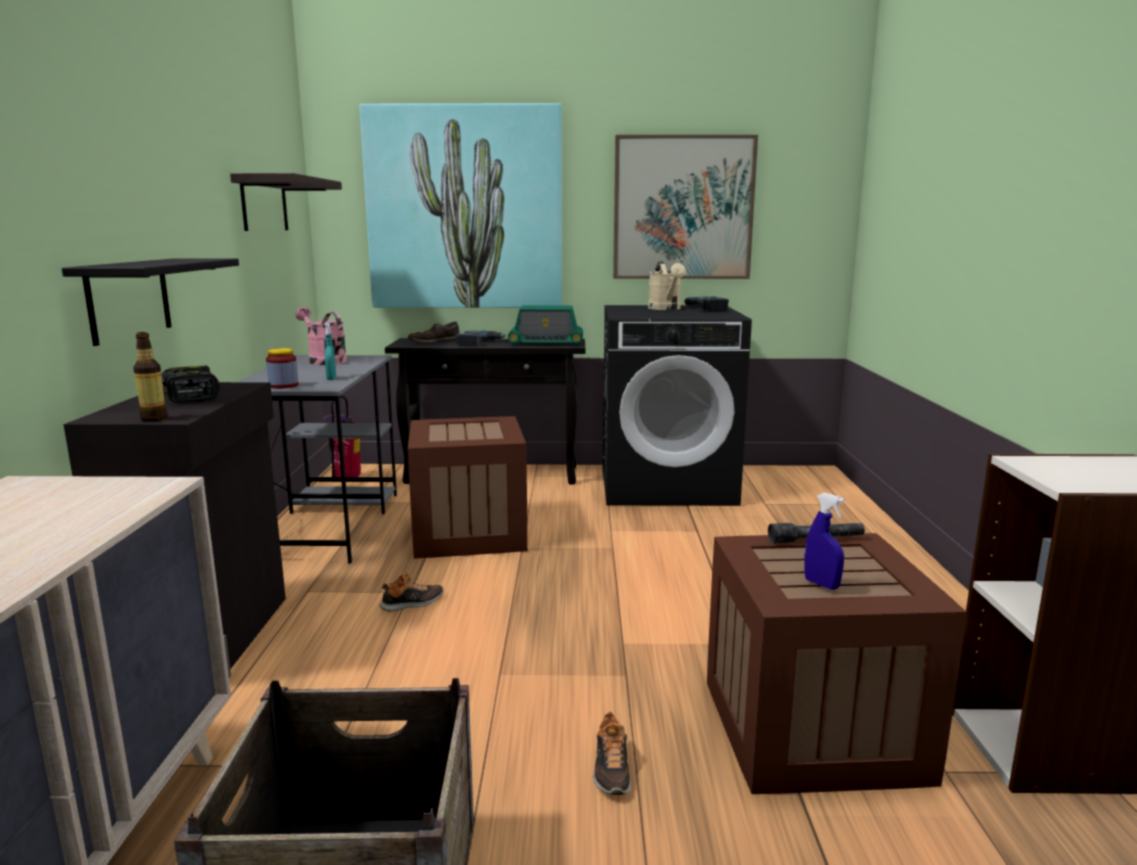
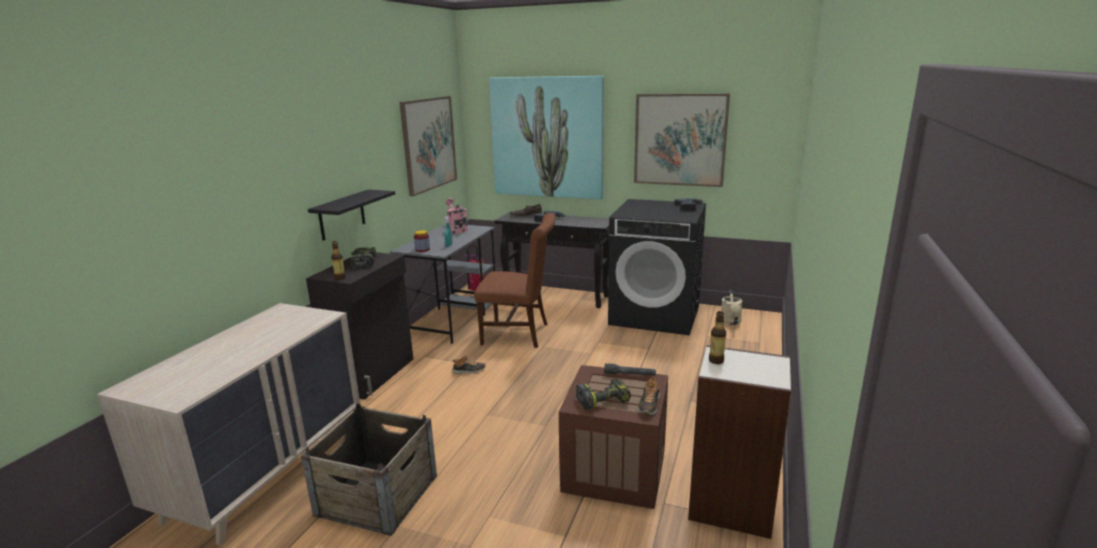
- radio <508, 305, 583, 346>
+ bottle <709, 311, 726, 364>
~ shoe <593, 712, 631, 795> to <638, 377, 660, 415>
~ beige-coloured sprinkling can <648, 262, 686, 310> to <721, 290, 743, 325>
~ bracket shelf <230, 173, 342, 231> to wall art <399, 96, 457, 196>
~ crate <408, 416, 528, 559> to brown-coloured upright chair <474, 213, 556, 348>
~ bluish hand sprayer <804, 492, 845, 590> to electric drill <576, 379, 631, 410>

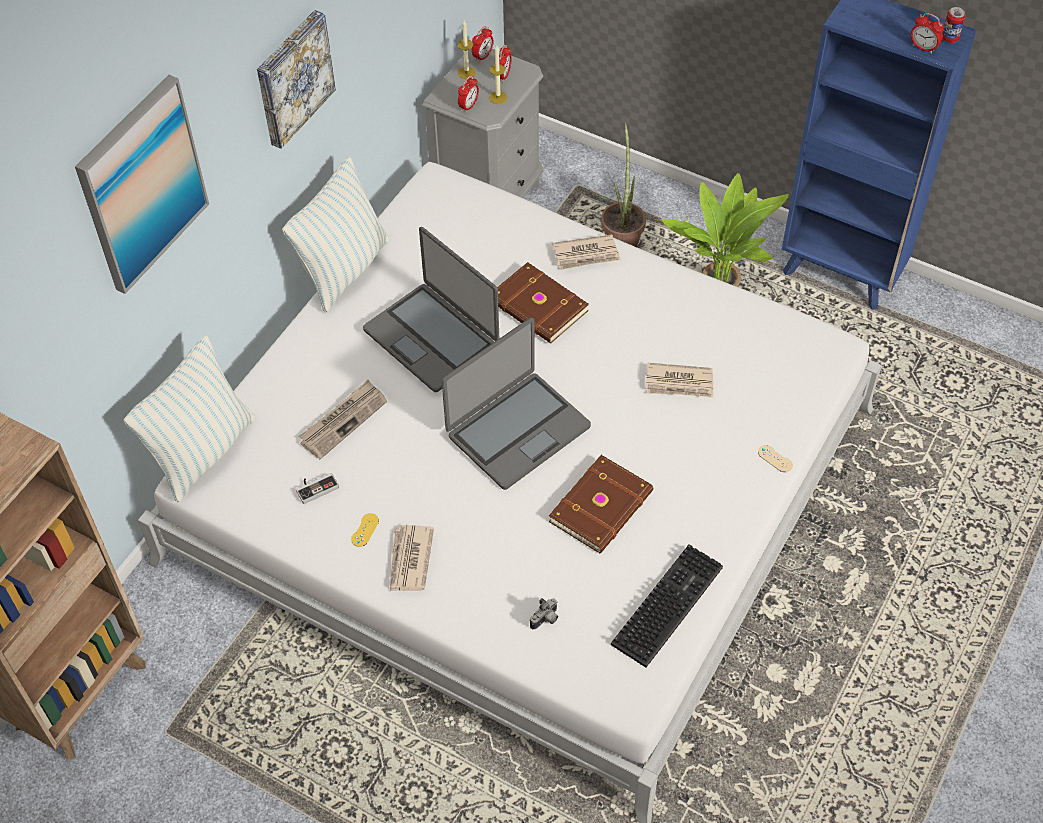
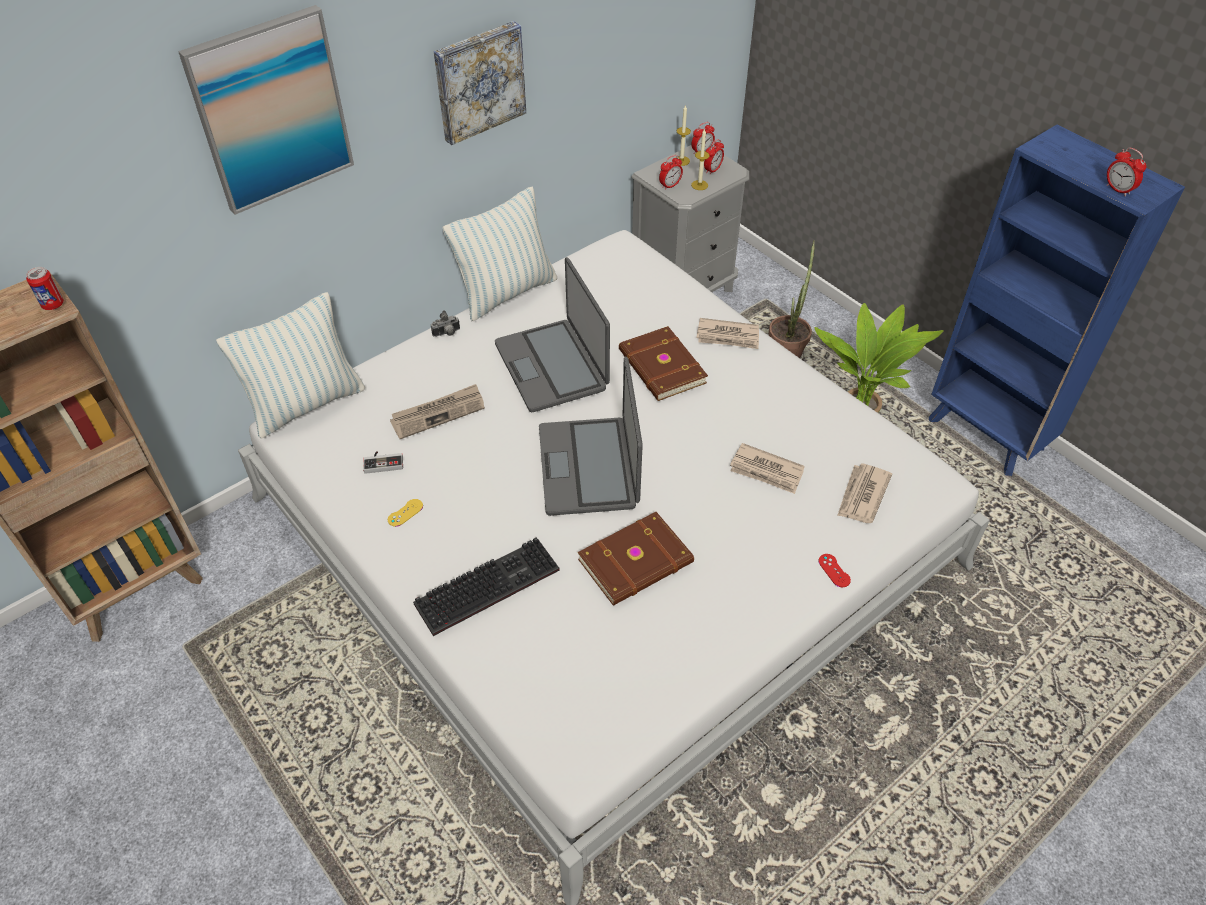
~ newspaper <389, 525, 434, 592> to <837, 463, 892, 523>
~ photo camera <530, 598, 558, 630> to <431, 310, 460, 337>
~ PC keyboard <611, 544, 723, 667> to <413, 537, 560, 636>
~ metal can <942, 7, 965, 43> to <26, 267, 64, 310>
~ beige-coloured game controller <758, 445, 793, 472> to red game controller <818, 554, 851, 587>
~ laptop <442, 317, 591, 490> = <539, 357, 643, 516> 105 degrees clockwise

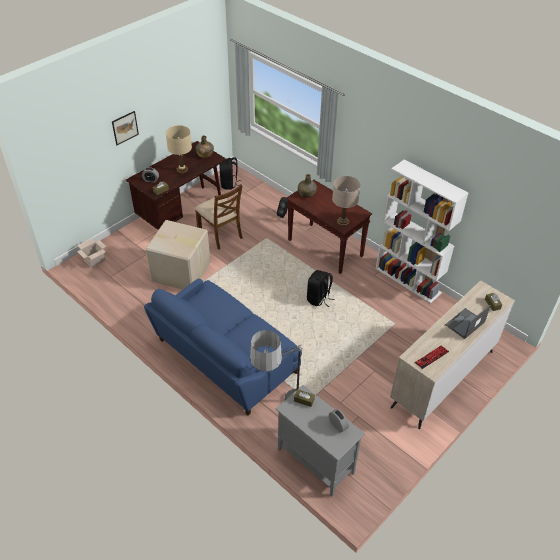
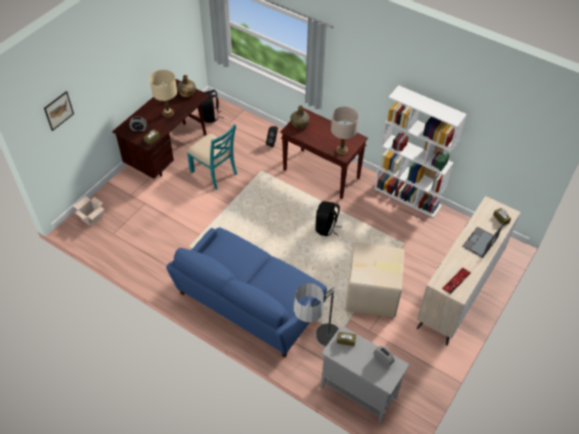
~ wall art <112, 111, 139, 145> to <44, 91, 74, 131>
~ carton <145, 220, 210, 290> to <345, 242, 405, 318>
~ brown-coloured upright chair <195, 184, 243, 250> to blue-green upright chair <187, 124, 237, 190>

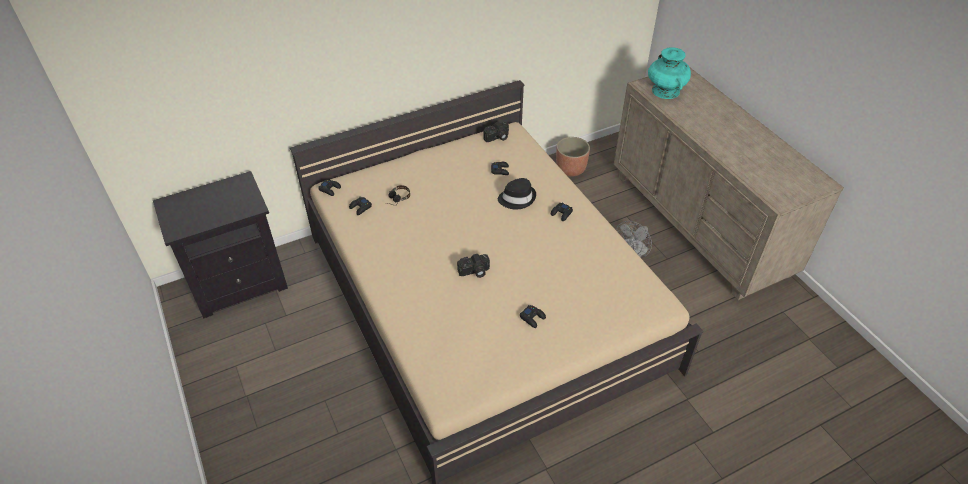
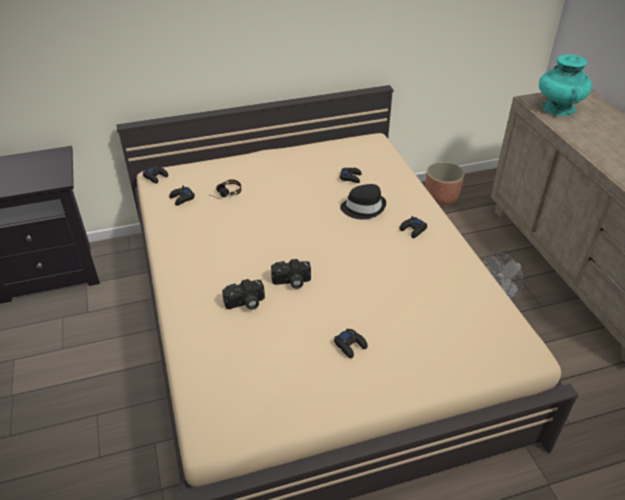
~ photo camera <483, 122, 509, 142> to <222, 279, 265, 310>

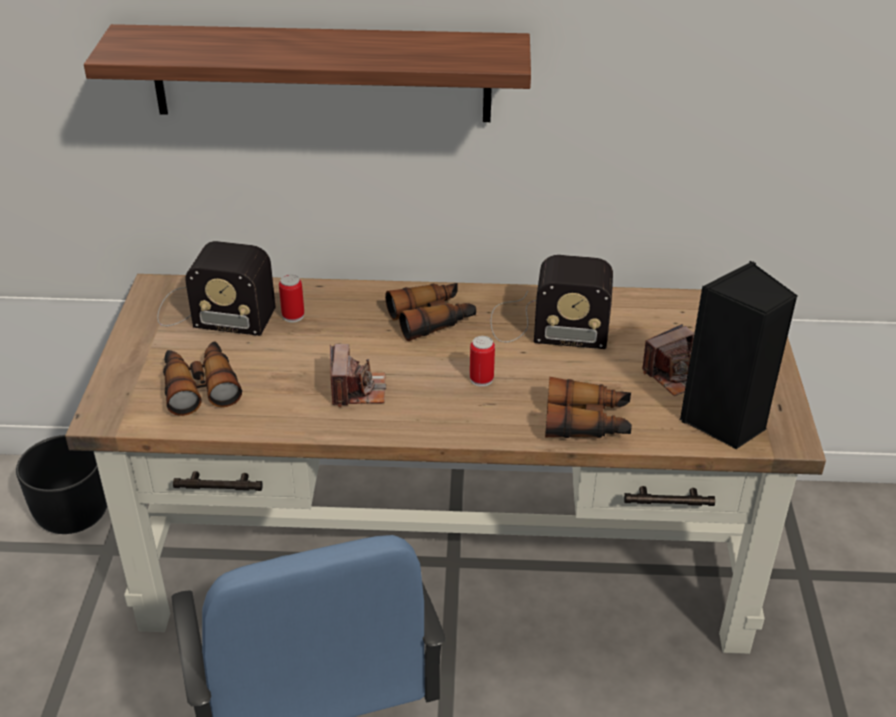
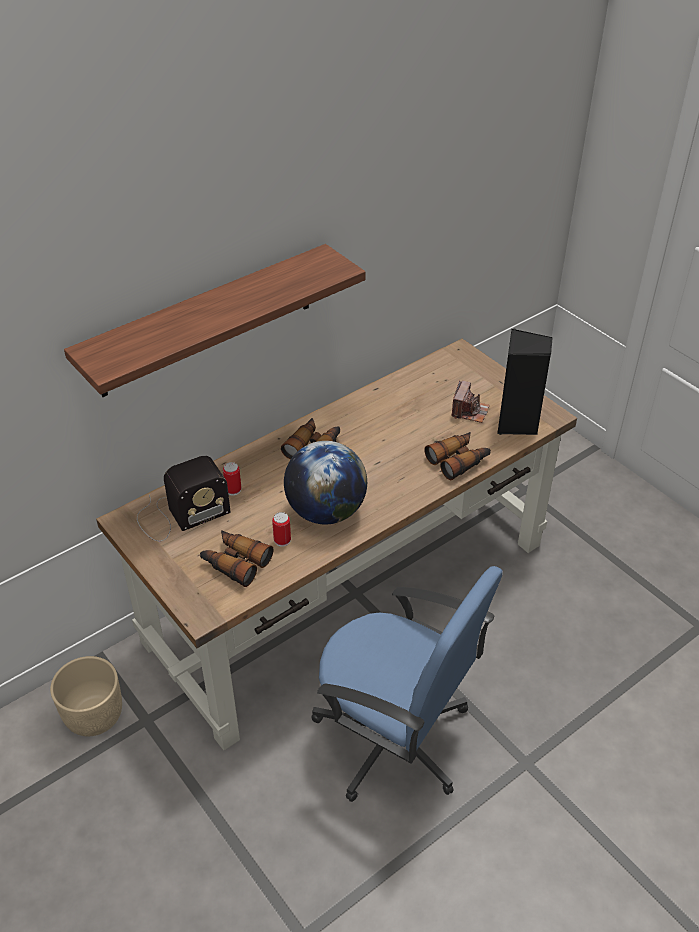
- radio <491, 255, 613, 349>
~ metal can <470, 336, 495, 387> to <272, 512, 291, 547>
~ photo camera <330, 344, 386, 407> to globe <284, 441, 367, 525>
~ blackish plant pot <16, 435, 107, 534> to beige-coloured plant pot <50, 656, 122, 737>

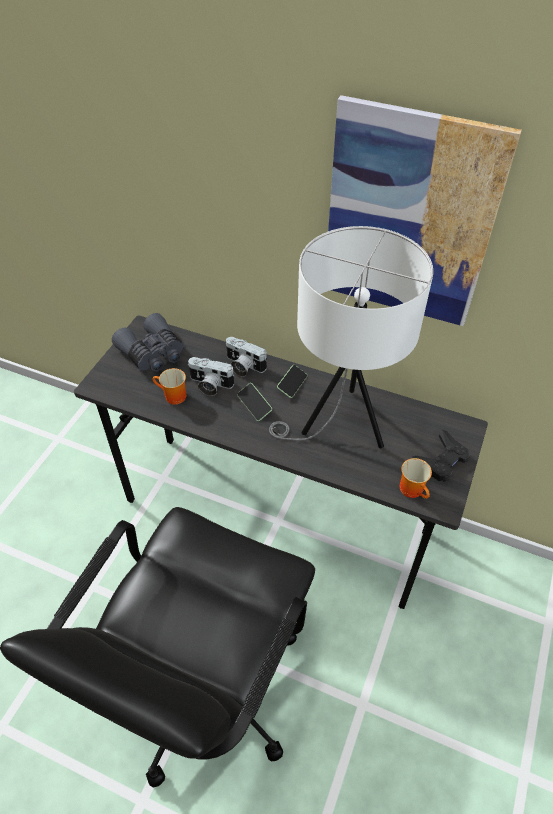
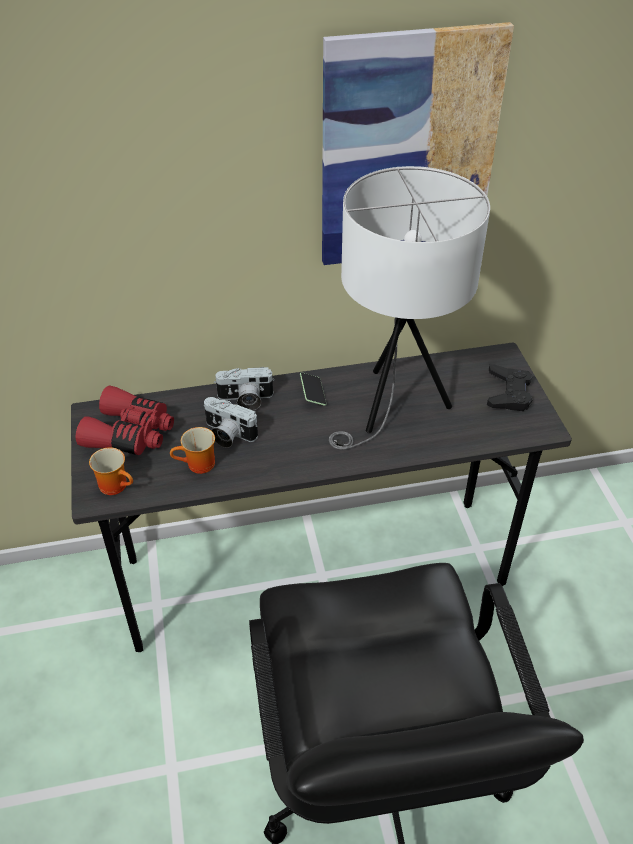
- phone <237, 383, 272, 421>
~ coffee mug <400, 458, 432, 499> to <89, 447, 133, 495>
~ grey field glasses <112, 313, 184, 372> to red field glasses <75, 386, 174, 455>
~ photo camera <188, 357, 235, 396> = <204, 397, 258, 448> 45 degrees clockwise

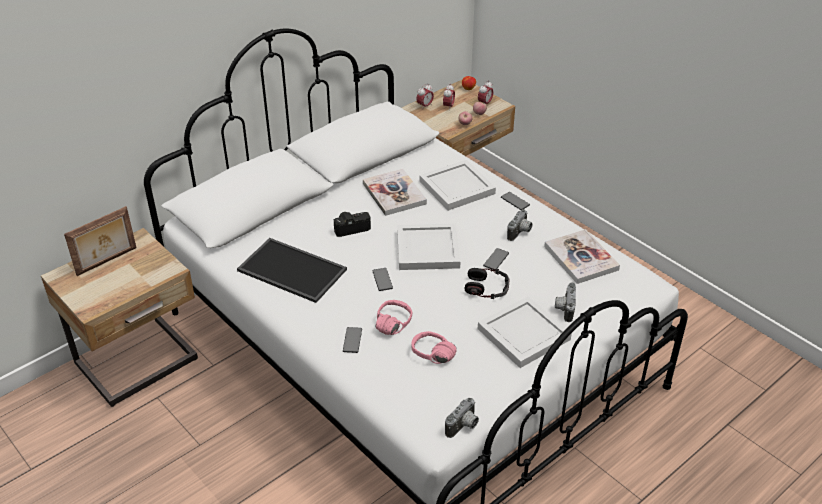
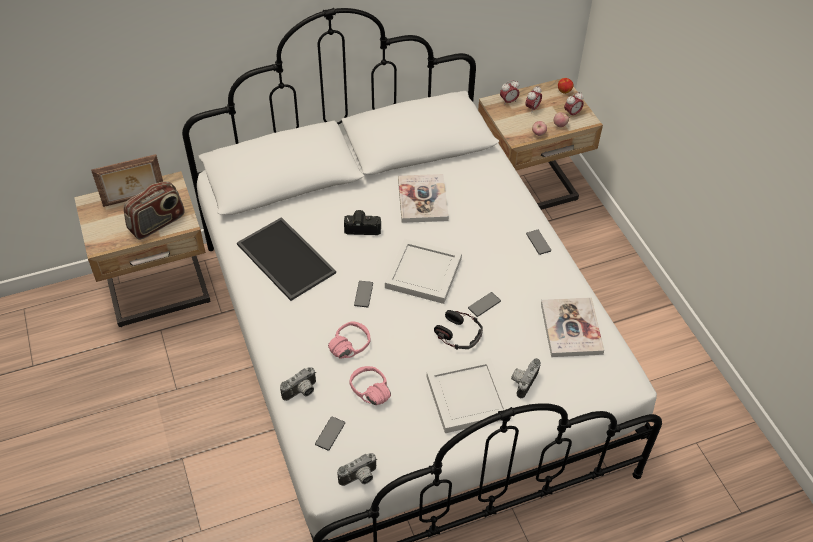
- white serving tray <420, 160, 496, 211>
+ radio <124, 181, 185, 240>
~ phone <343, 327, 362, 353> to <315, 416, 345, 451>
~ photo camera <507, 209, 533, 241> to <280, 367, 316, 401>

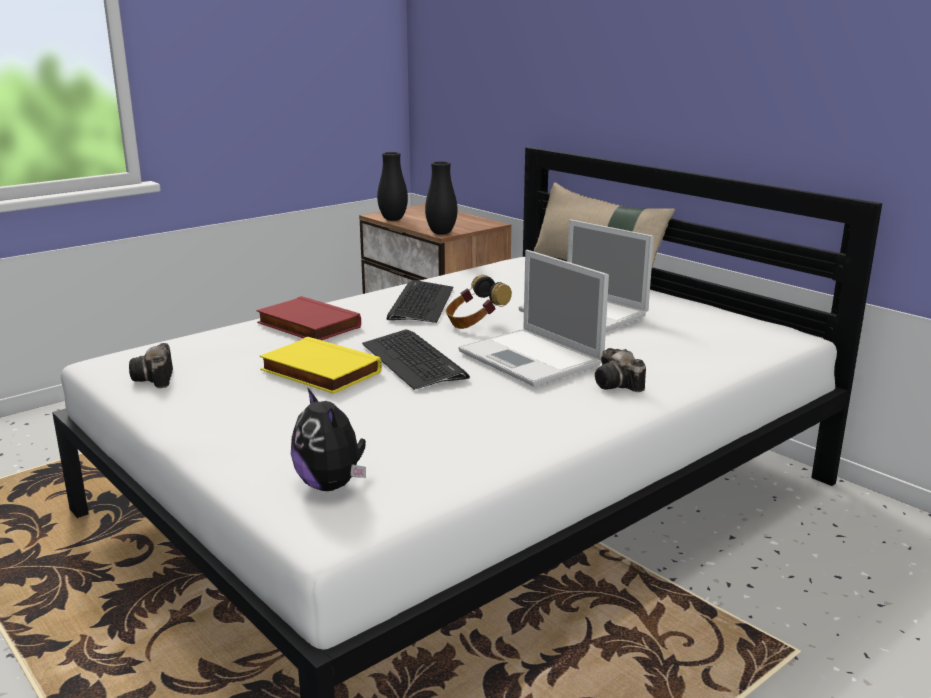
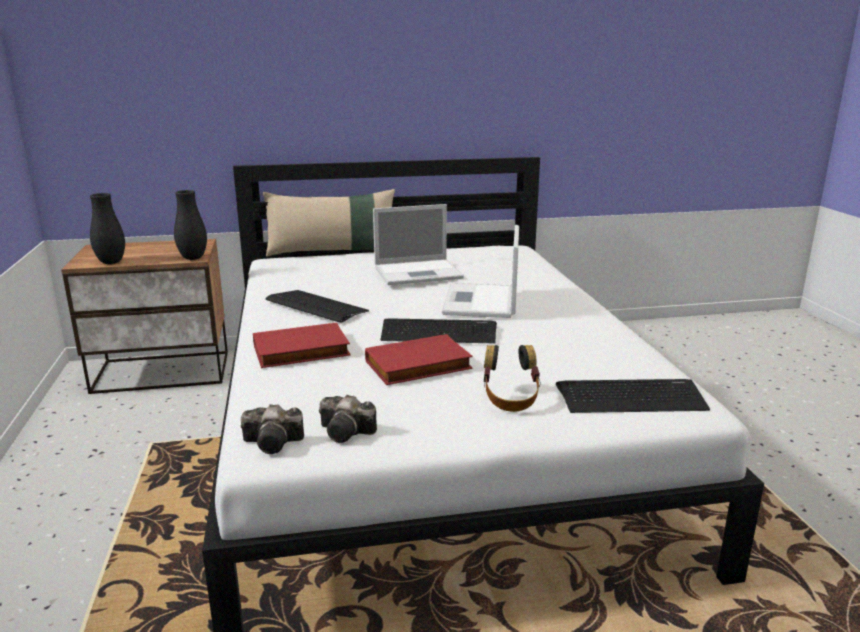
~ headphones <446, 275, 512, 329> to <484, 345, 541, 412>
~ photo camera <595, 348, 646, 392> to <241, 404, 304, 454>
~ plush toy <291, 387, 366, 491> to PC keyboard <556, 379, 710, 413>
~ yellow book <260, 337, 382, 394> to red book <365, 334, 473, 385>
~ laptop <459, 250, 609, 387> = <442, 225, 519, 318> 105 degrees clockwise

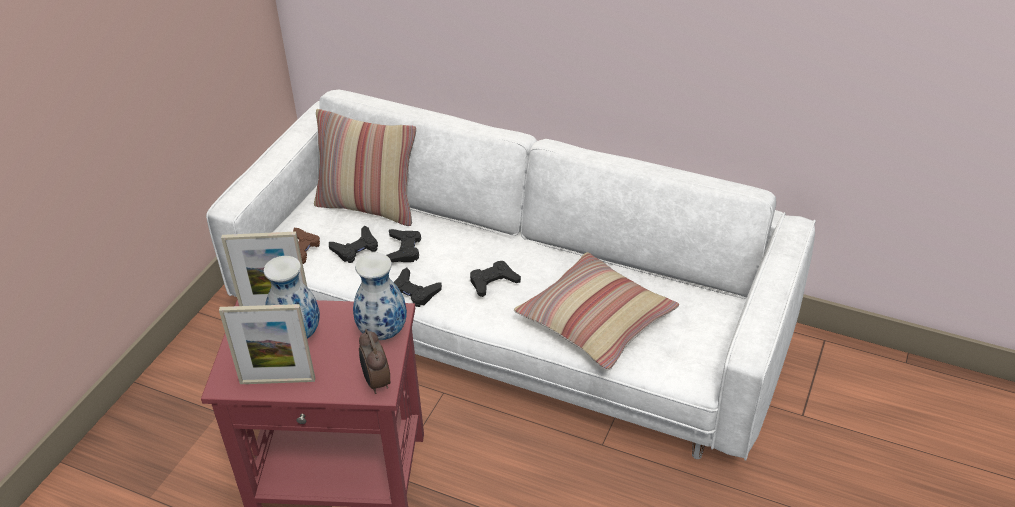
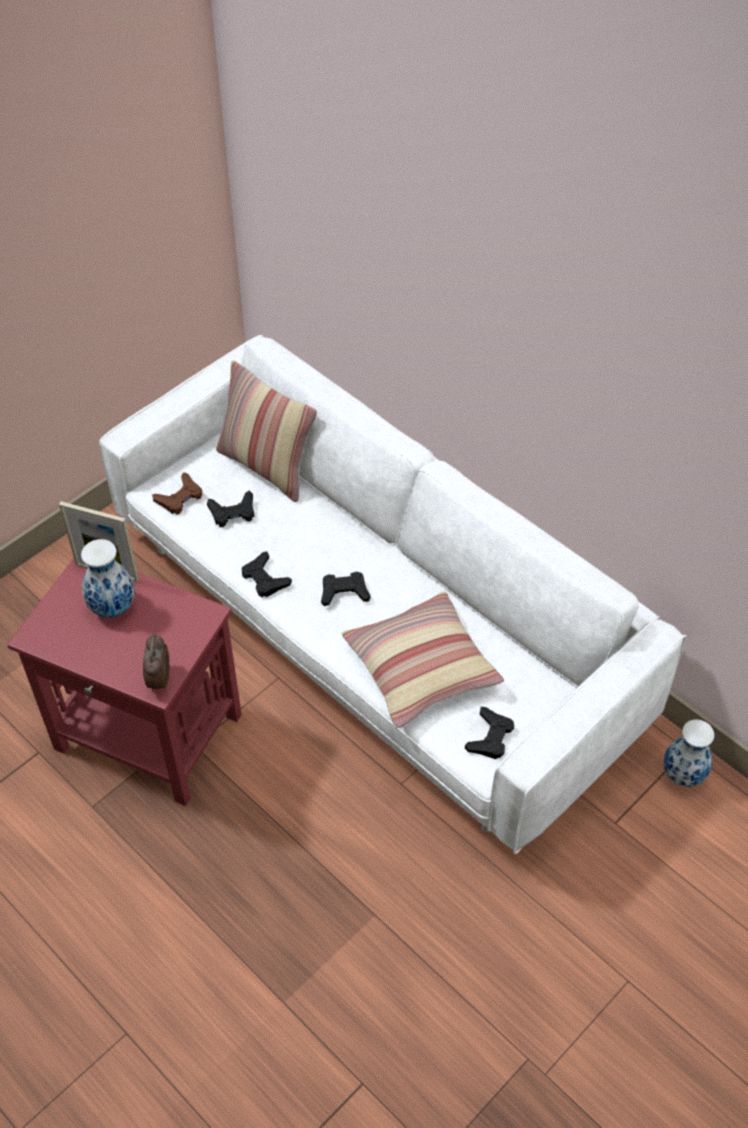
- picture frame <219, 304, 315, 384>
~ decorative vase <353, 253, 407, 340> to <664, 719, 714, 787>
~ blackish game controller <387, 229, 421, 262> to <465, 707, 514, 759>

